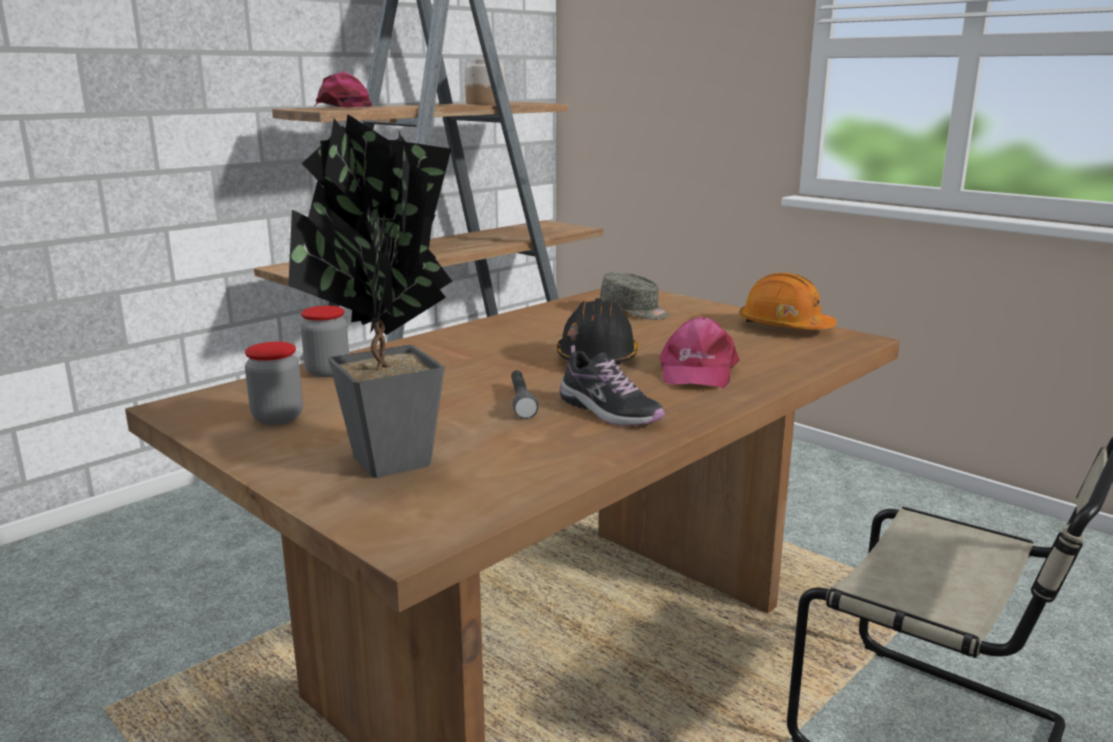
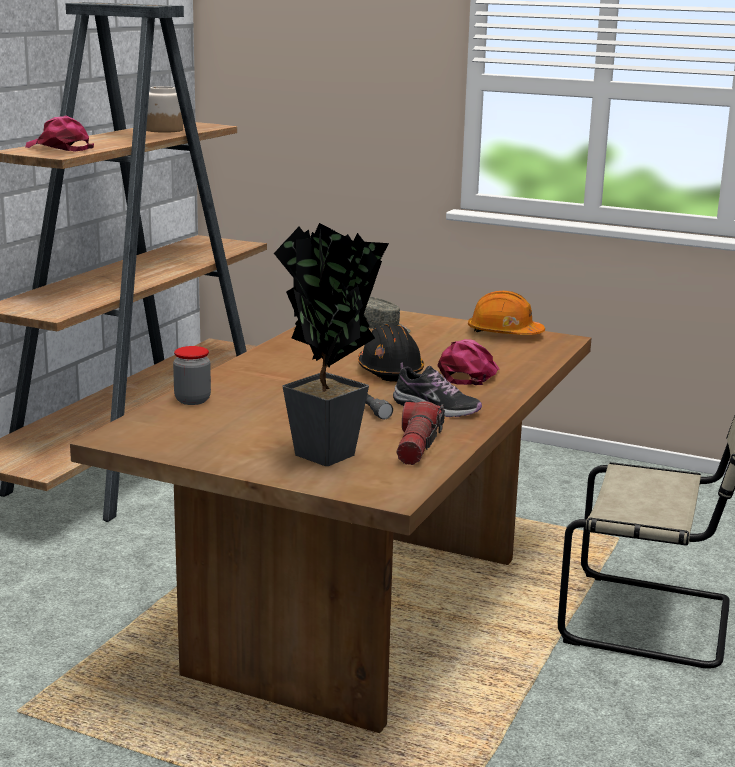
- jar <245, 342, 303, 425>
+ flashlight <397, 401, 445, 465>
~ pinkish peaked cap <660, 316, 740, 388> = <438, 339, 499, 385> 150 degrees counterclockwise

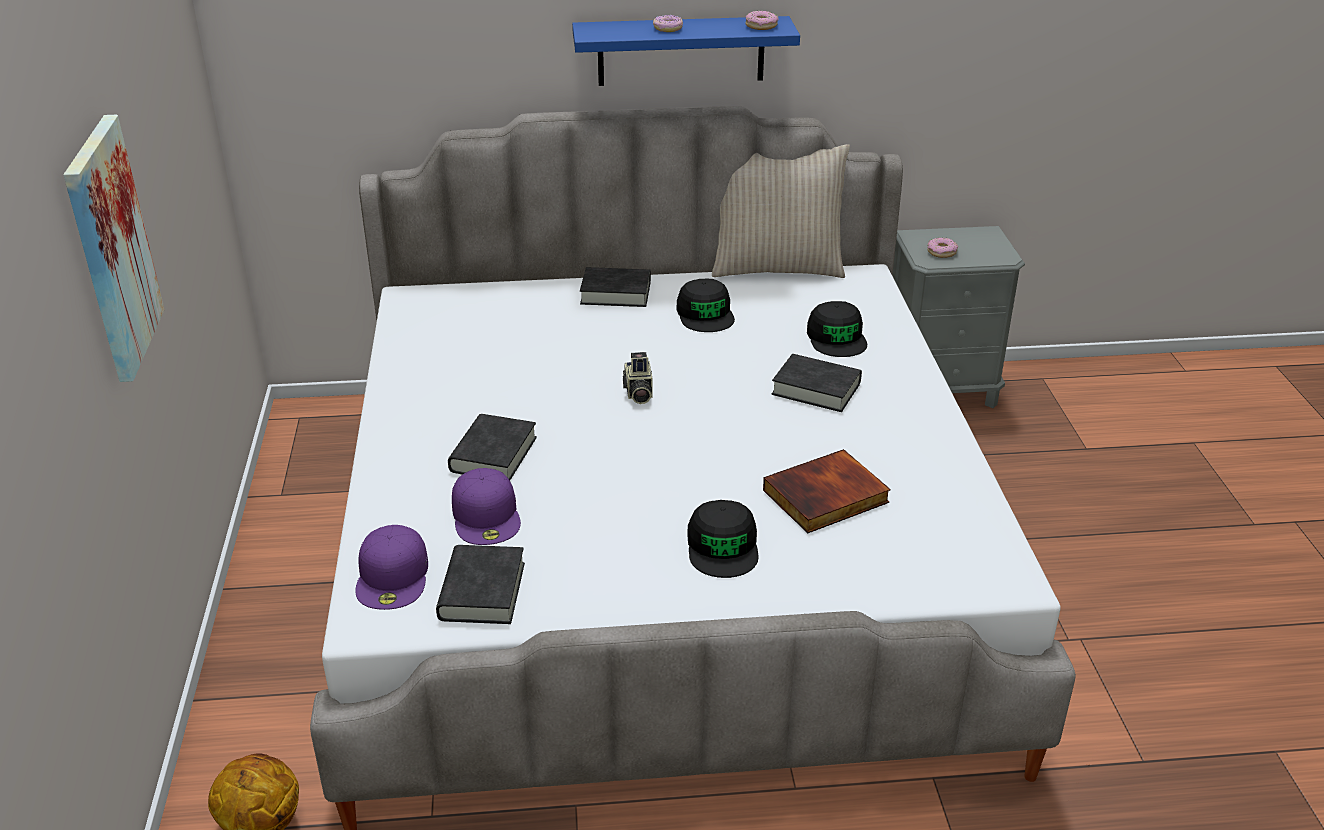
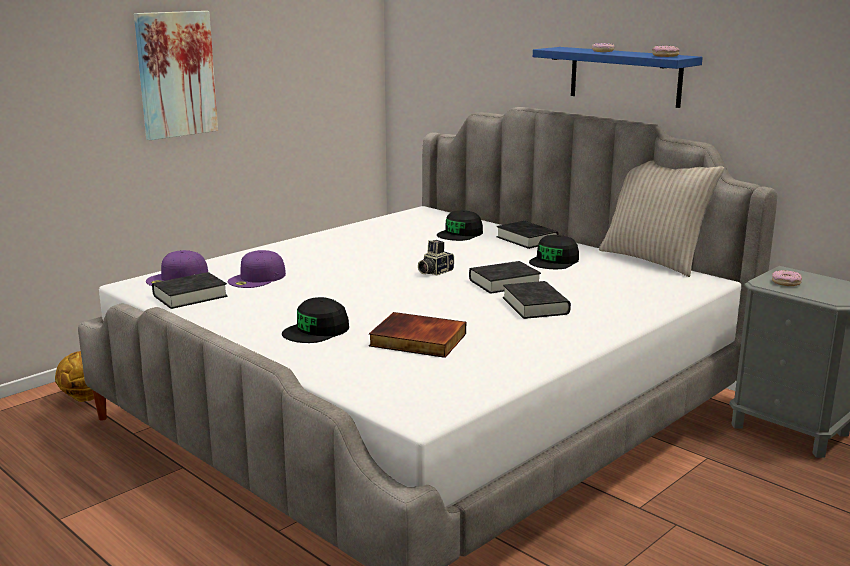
~ blackish book <448, 414, 537, 480> to <469, 261, 541, 294>
~ blackish peaked cap <807, 301, 867, 357> to <437, 210, 483, 241>

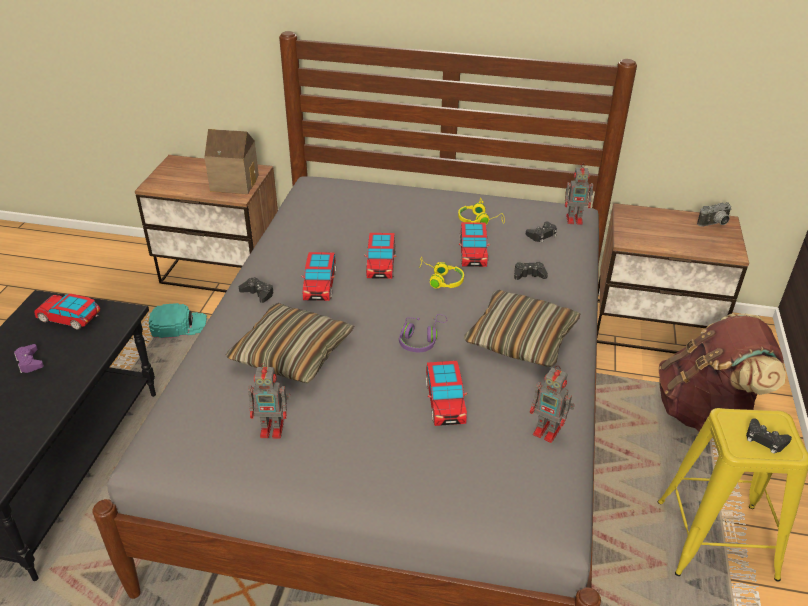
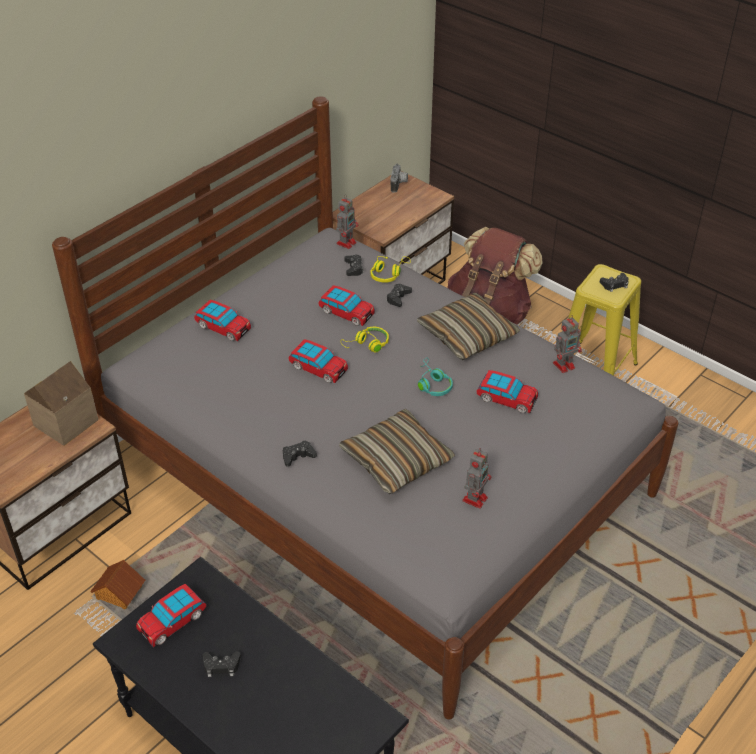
~ toy car <301, 252, 336, 301> to <194, 300, 251, 341>
~ yellow headphones <458, 198, 504, 224> to <370, 256, 411, 283>
~ blue-green peaked cap <149, 303, 207, 338> to toy house <90, 560, 145, 609>
~ purple-coloured game controller <14, 344, 44, 373> to blackish game controller <203, 651, 241, 677>
~ purple-coloured headphones <399, 314, 447, 352> to blue-green headphones <418, 358, 453, 396>

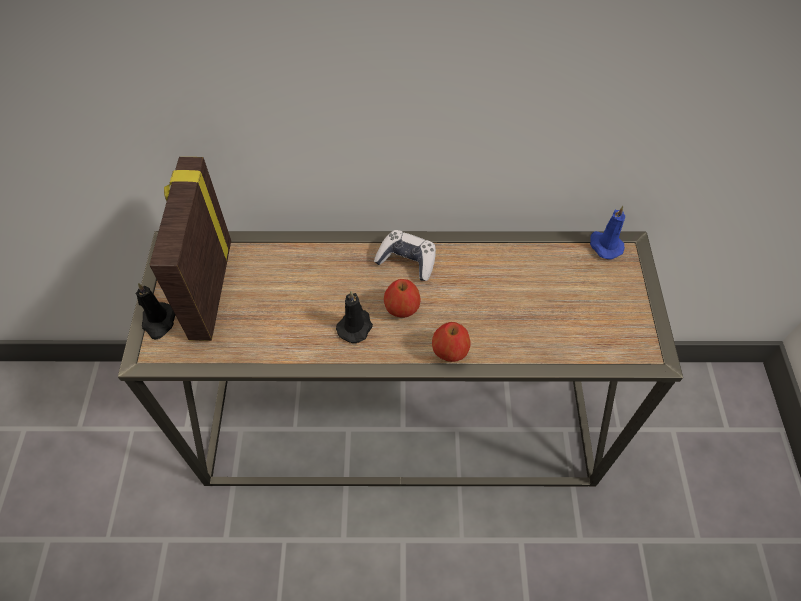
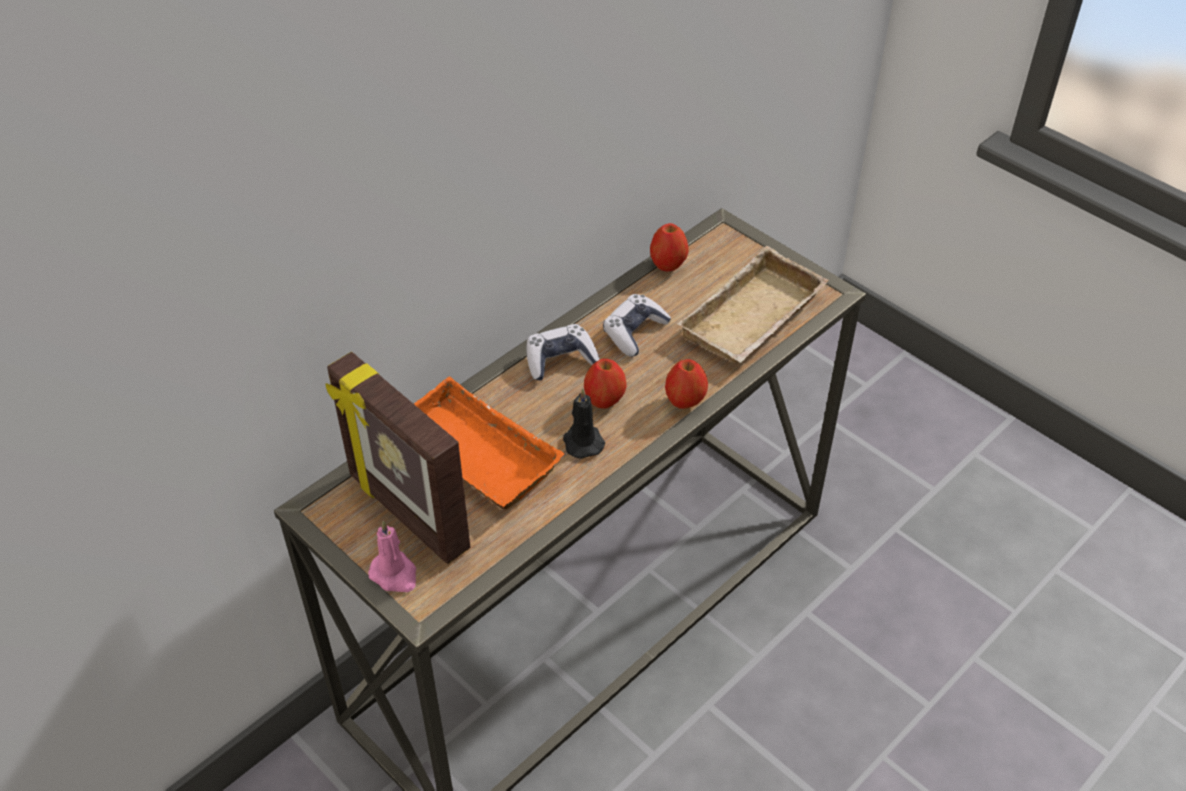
- bluish wax light <590, 206, 625, 259>
+ orange-coloured serving tray <414, 377, 565, 510>
+ game controller <603, 294, 671, 357>
+ apple <650, 223, 689, 272>
+ beige-coloured serving tray <677, 246, 829, 363>
~ blackish wax light <136, 283, 175, 340> to pinkish wax light <368, 520, 416, 592>

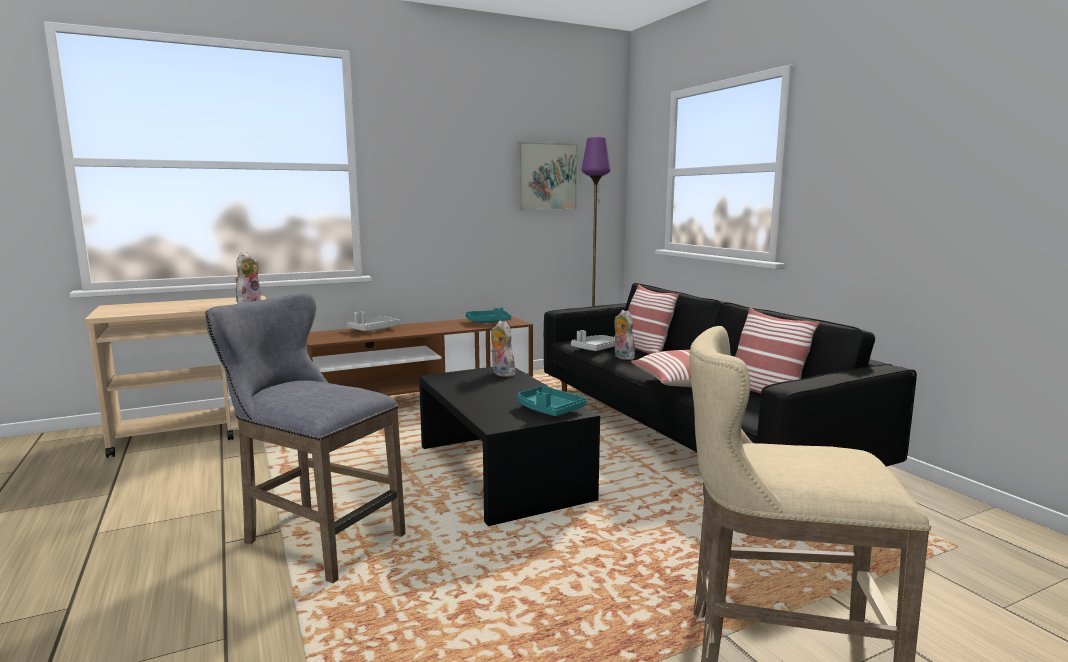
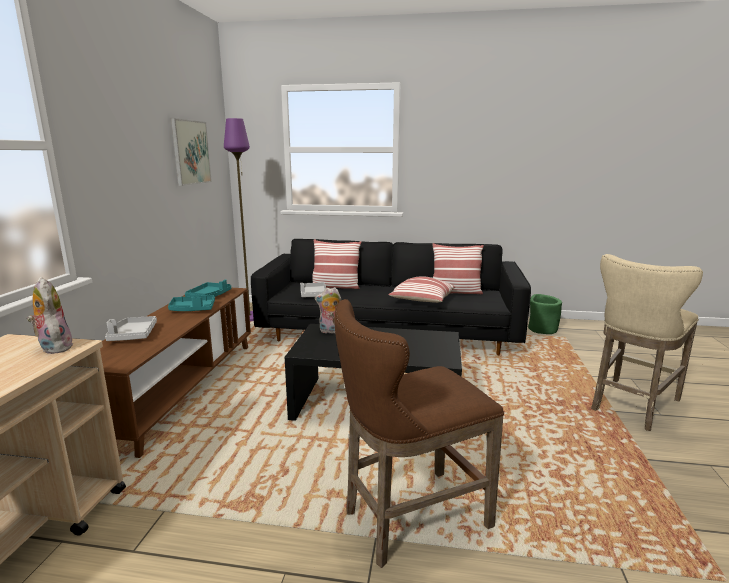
- plush toy <614, 310, 635, 360>
+ green-coloured plant pot <528, 294, 562, 334>
~ blue-green serving tray <517, 386, 587, 416> to <168, 295, 215, 311>
~ grey sitting stool <205, 293, 406, 583> to brown-coloured sitting stool <335, 299, 504, 568>

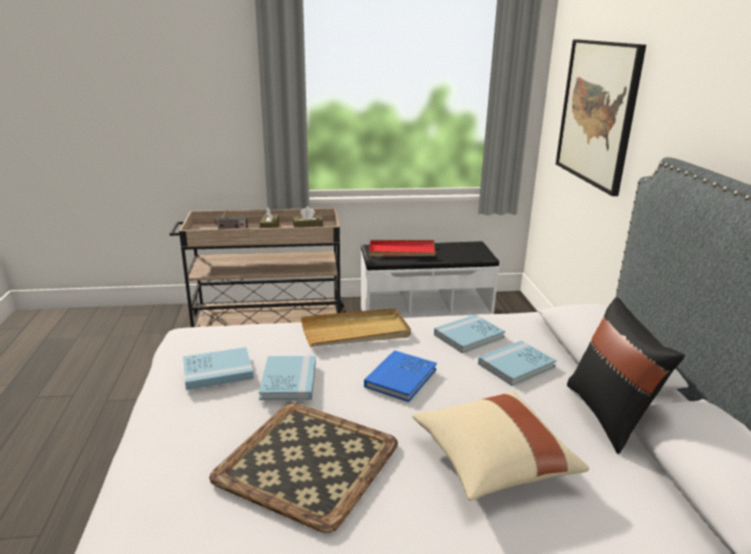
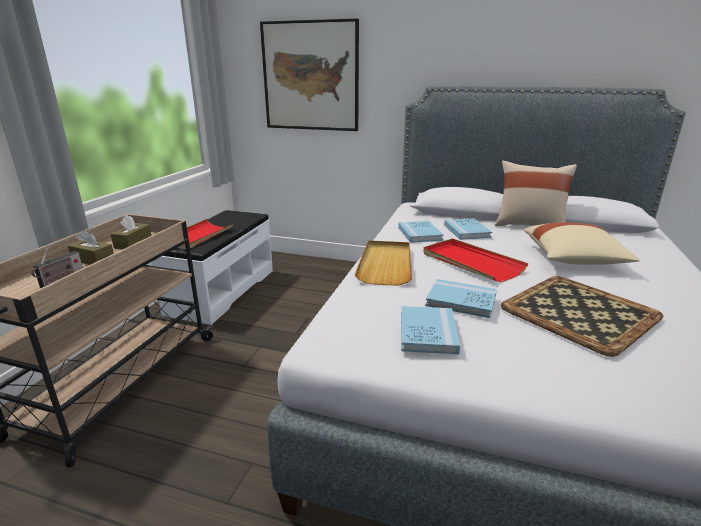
~ bluish book <364, 350, 437, 402> to red serving tray <423, 238, 529, 282>
~ blackish throw pillow <567, 297, 685, 454> to beige-coloured throw pillow <495, 161, 577, 226>

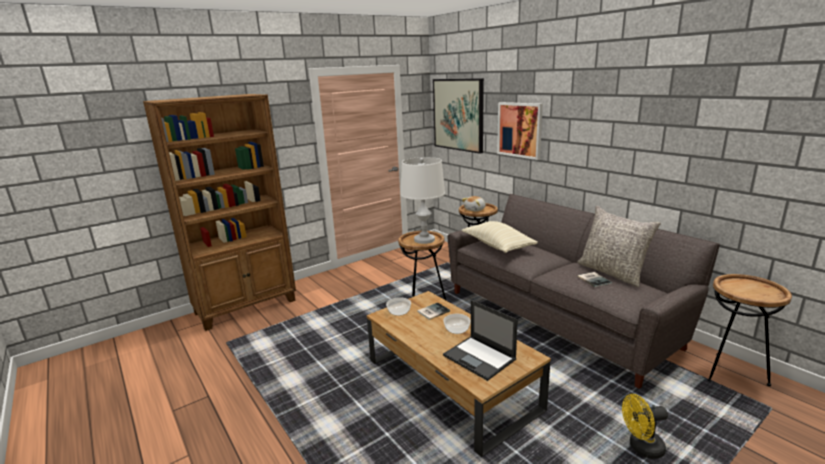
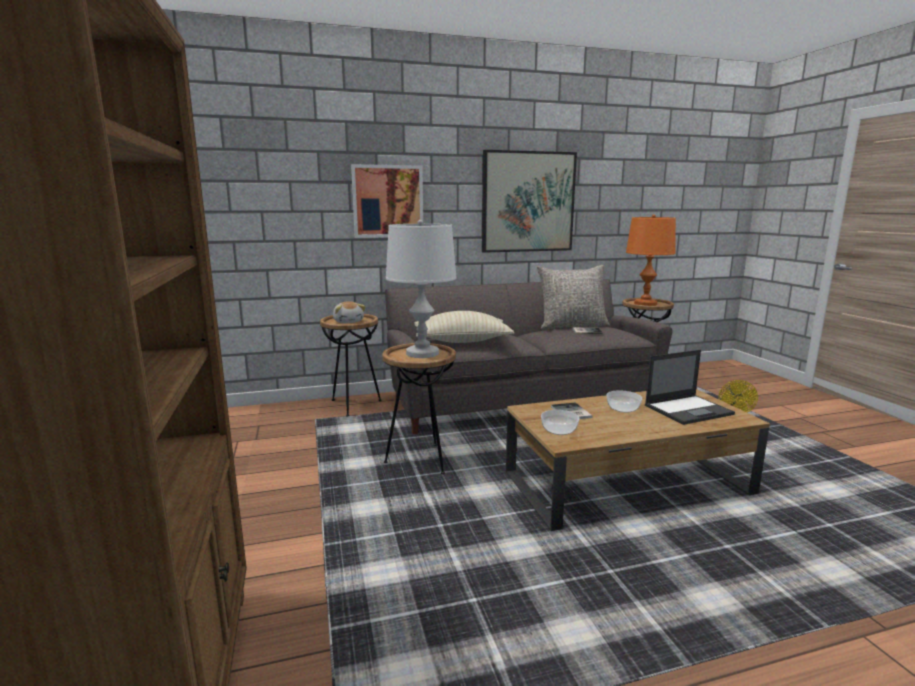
+ orange-coloured lamp for a table <626, 214, 676, 306>
~ wall art <433, 78, 484, 154> to <482, 150, 577, 253>

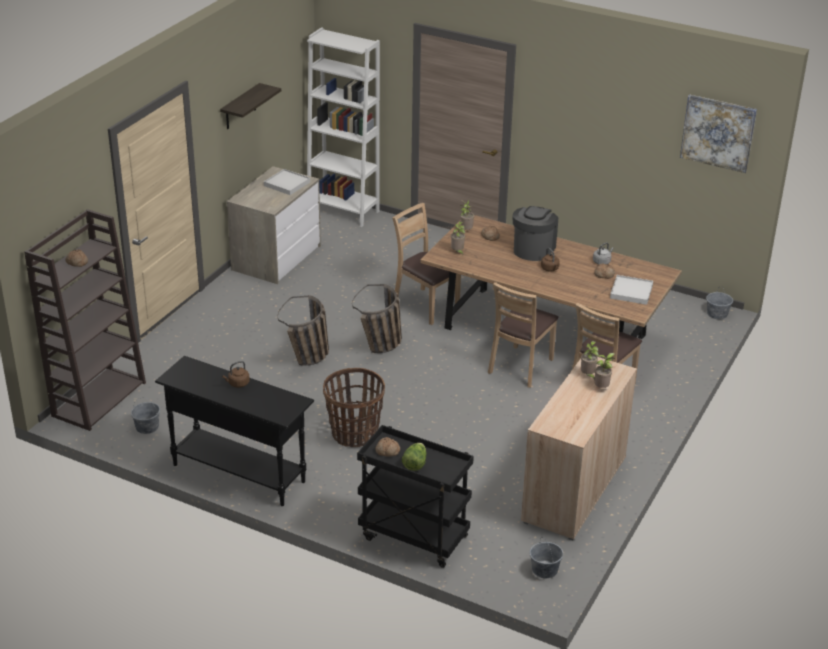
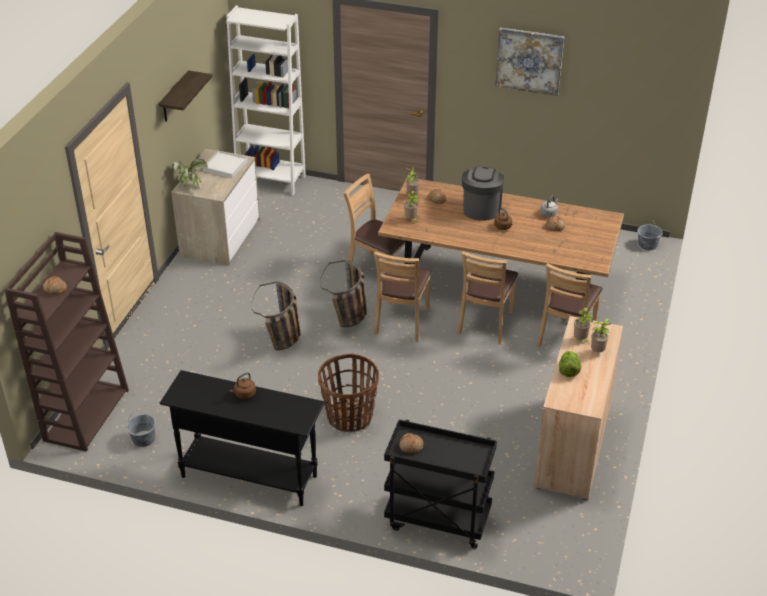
- grey bucket <529, 537, 563, 578>
- white serving tray <610, 275, 653, 305>
+ potted plant <174, 159, 208, 189>
+ brown-coloured upright chair <374, 251, 431, 342>
~ head of lettuce <402, 443, 427, 471> to <559, 350, 581, 377>
~ wall art <680, 94, 757, 173> to <495, 28, 564, 96>

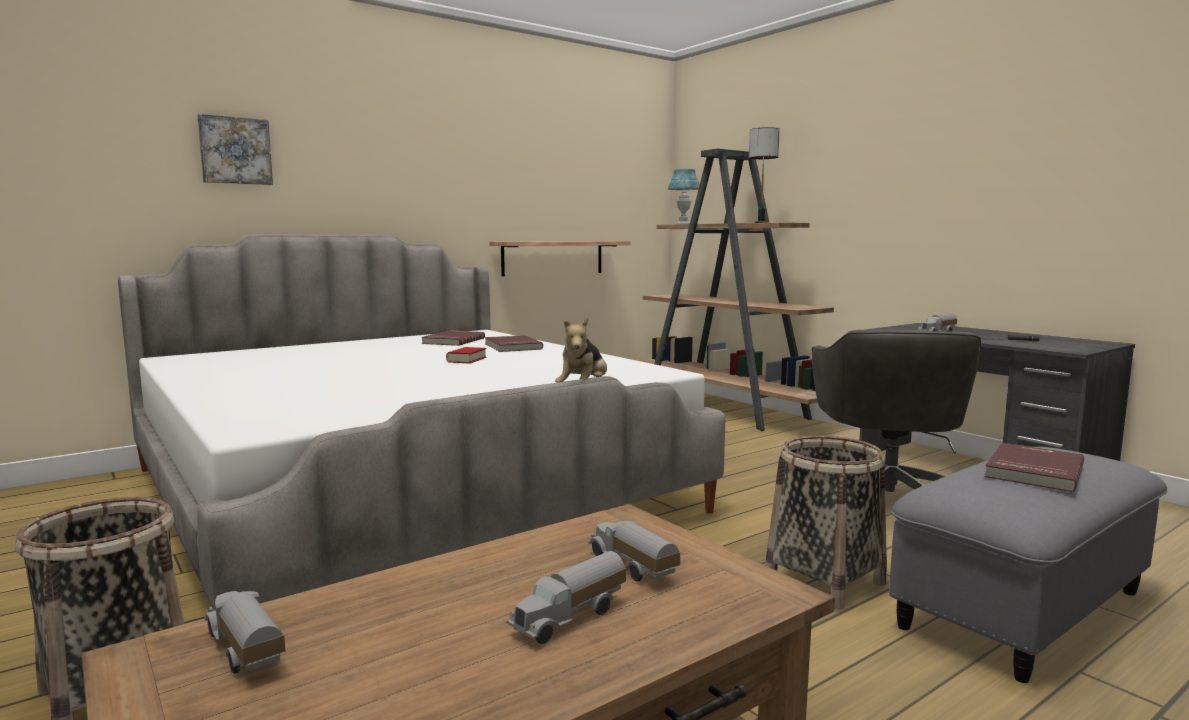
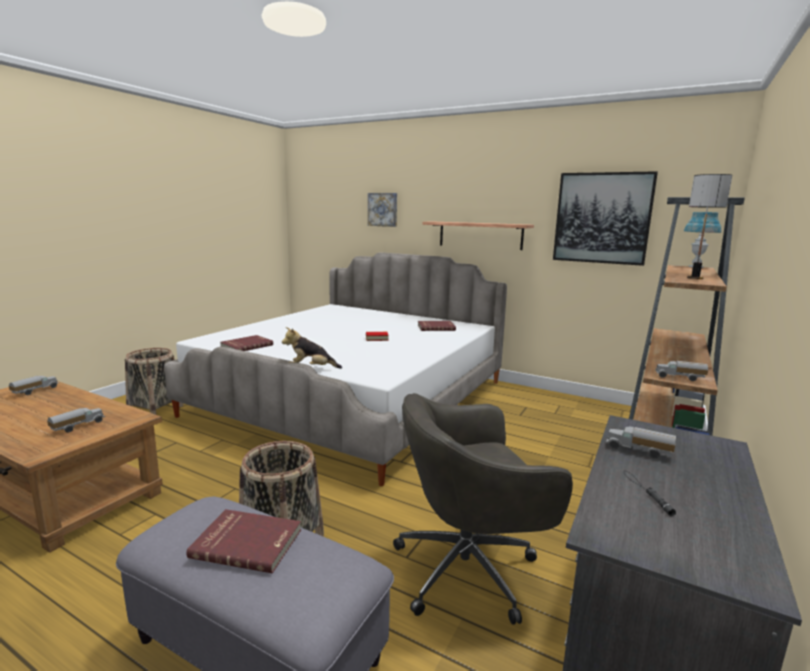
+ wall art <553, 171, 658, 266>
~ red book <485, 335, 543, 352> to <220, 335, 273, 351>
~ bracket shelf <489, 241, 630, 276> to <423, 222, 534, 250>
~ toy lorry <506, 551, 626, 644> to <655, 361, 708, 381>

